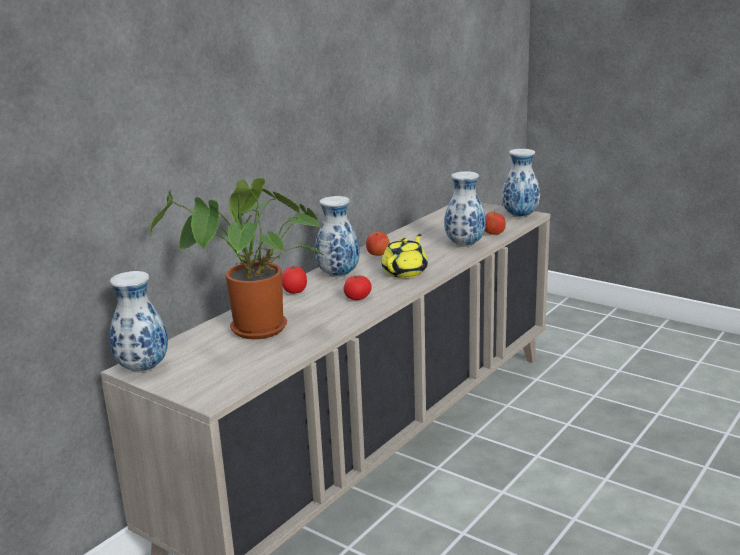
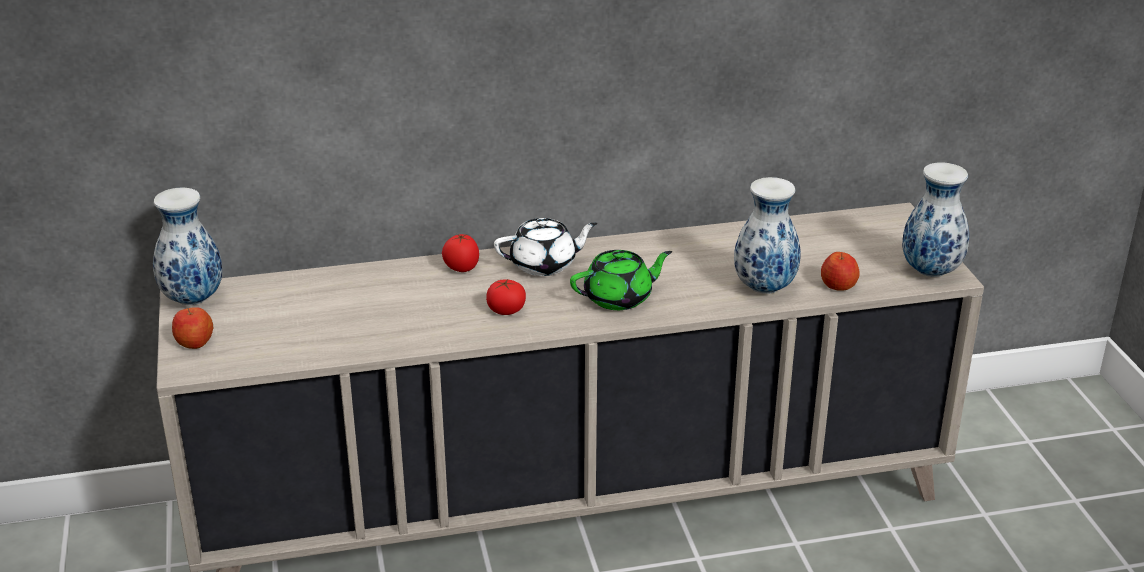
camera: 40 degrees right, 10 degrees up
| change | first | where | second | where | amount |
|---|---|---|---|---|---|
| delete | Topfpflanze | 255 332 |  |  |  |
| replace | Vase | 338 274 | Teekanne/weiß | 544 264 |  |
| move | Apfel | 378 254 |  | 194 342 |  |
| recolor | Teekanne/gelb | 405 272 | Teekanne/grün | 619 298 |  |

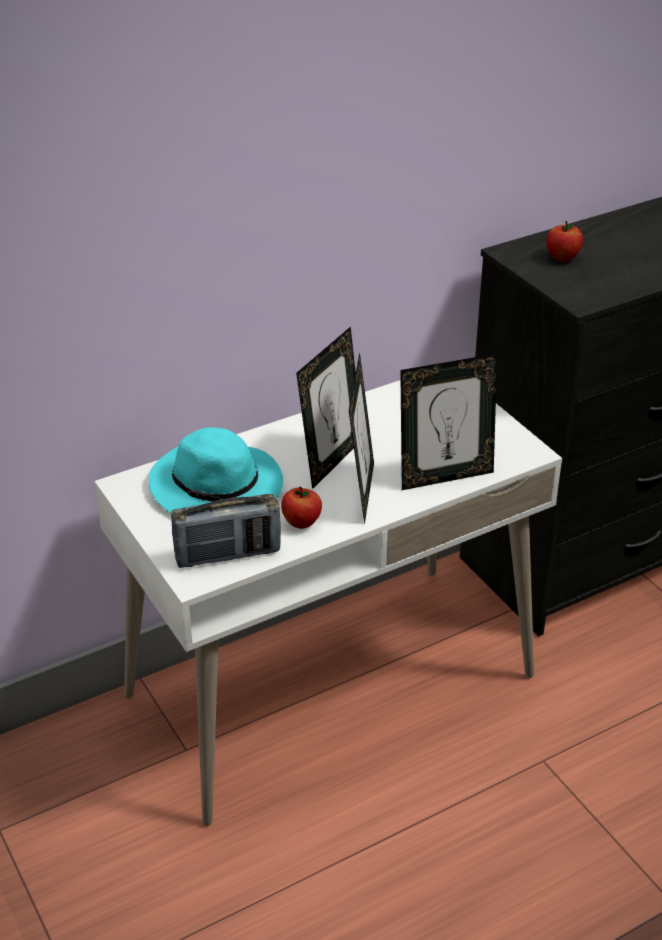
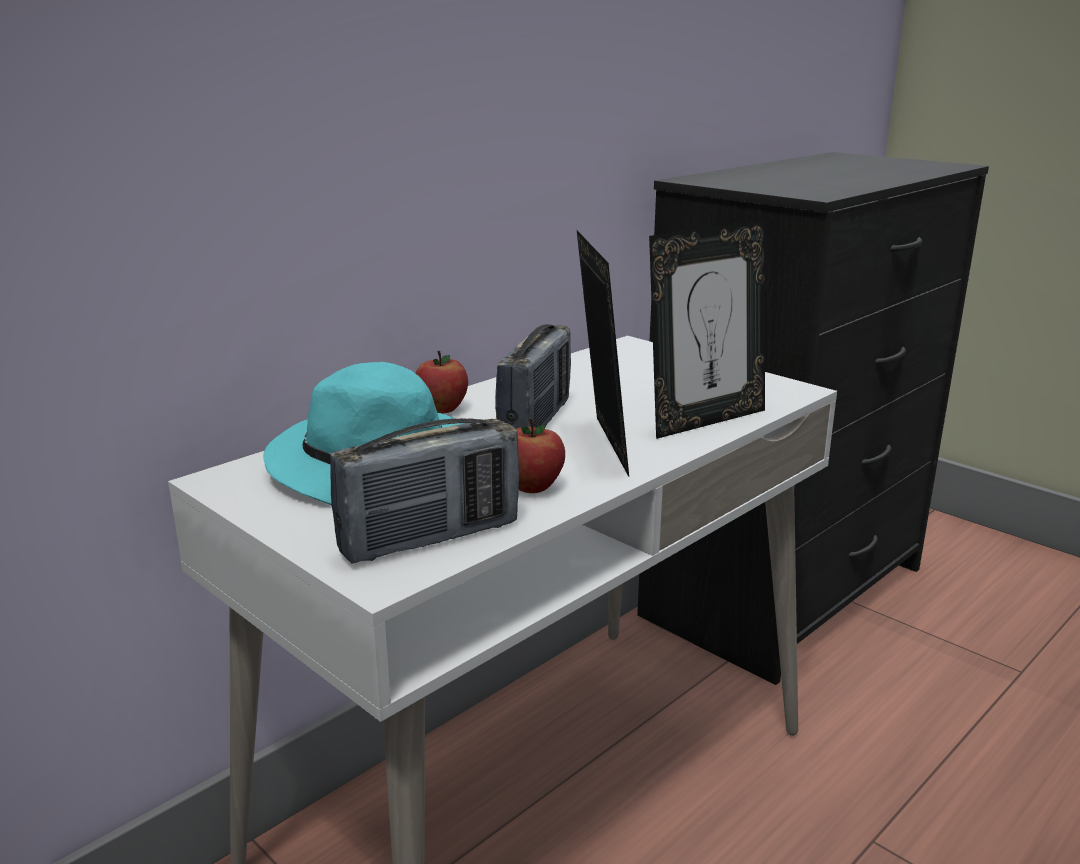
camera: 15 degrees left, 15 degrees down
| change | first | where | second | where | amount |
|---|---|---|---|---|---|
| replace | Bilderrahmen | 331 461 | Radio | 535 422 |  |
| move | Apfel | 562 258 |  | 442 409 |  |

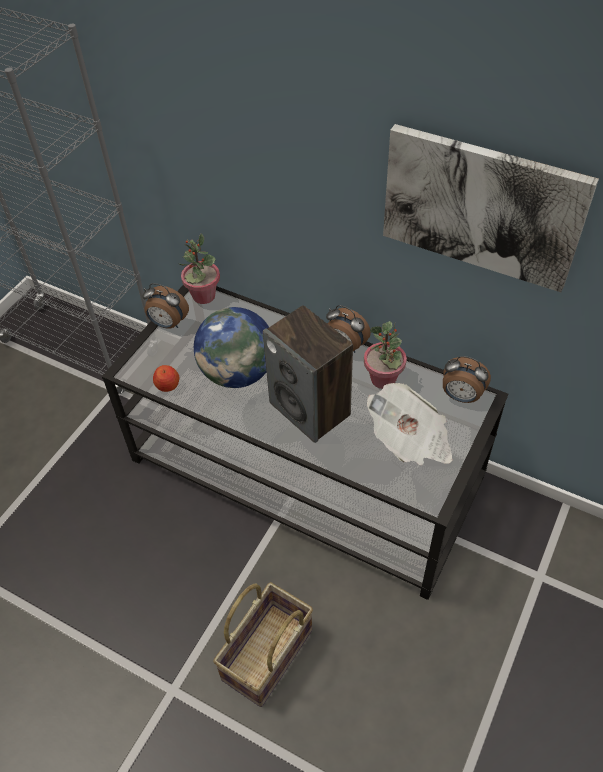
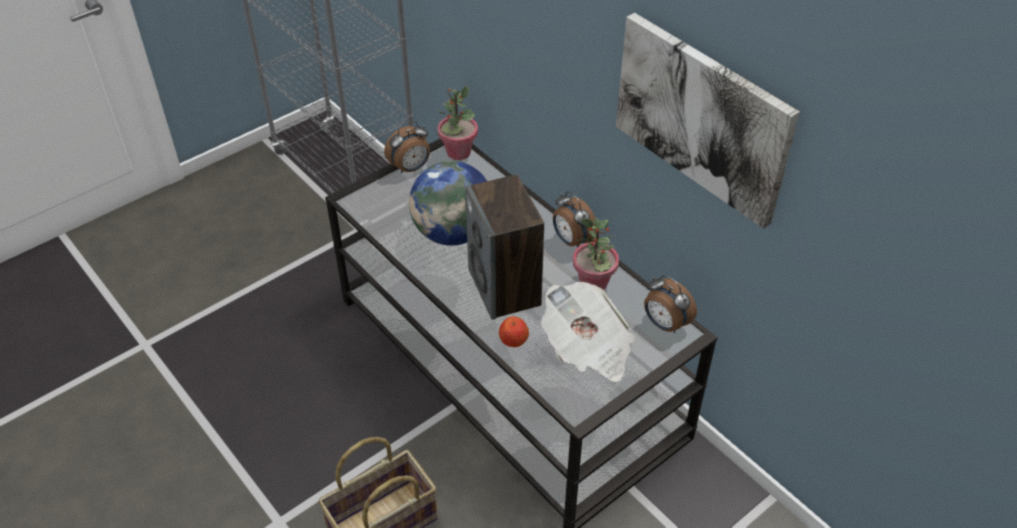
camera: 20 degrees right, 5 degrees down
| change | first | where | second | where | amount |
|---|---|---|---|---|---|
| rotate | Wecker | 168 324 |  | 410 168 | 75 degrees counterclockwise |
| move | Apfel | 167 385 |  | 513 340 |  |

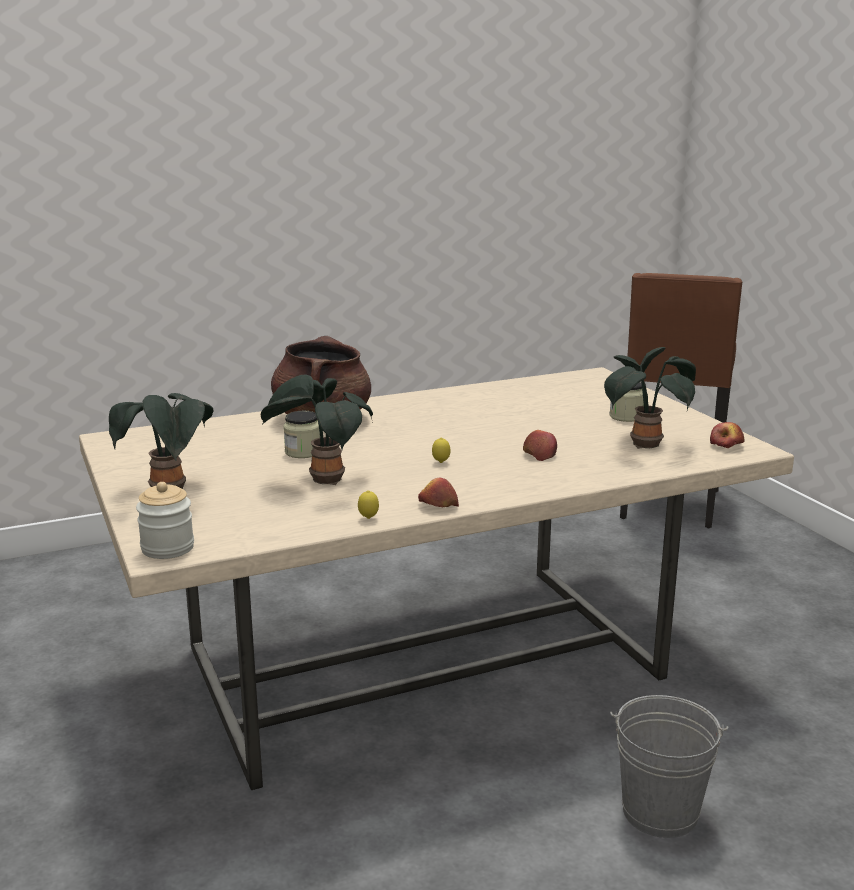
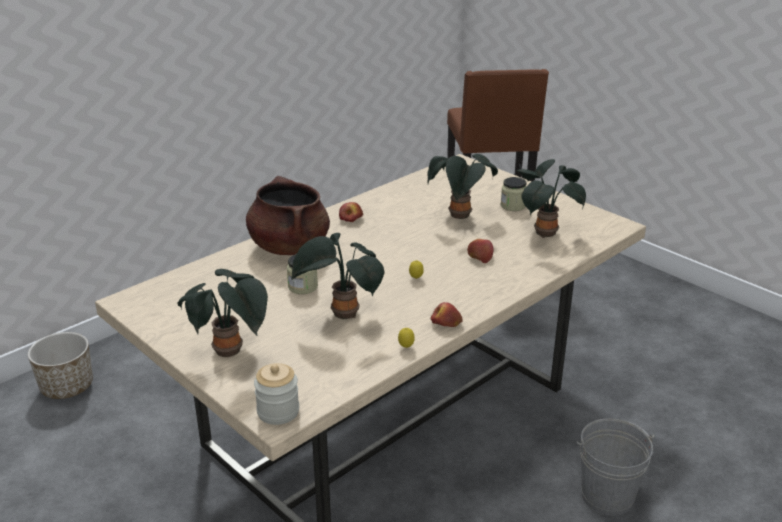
camera: 20 degrees left, 10 degrees up
| change | first | where | second | where | amount |
|---|---|---|---|---|---|
| move | Apfel | 726 446 |  | 351 219 |  |
| insert |  |  | Pflanzkübel | 67 386 |  |
| insert |  |  | Topfpflanze | 460 216 |  |

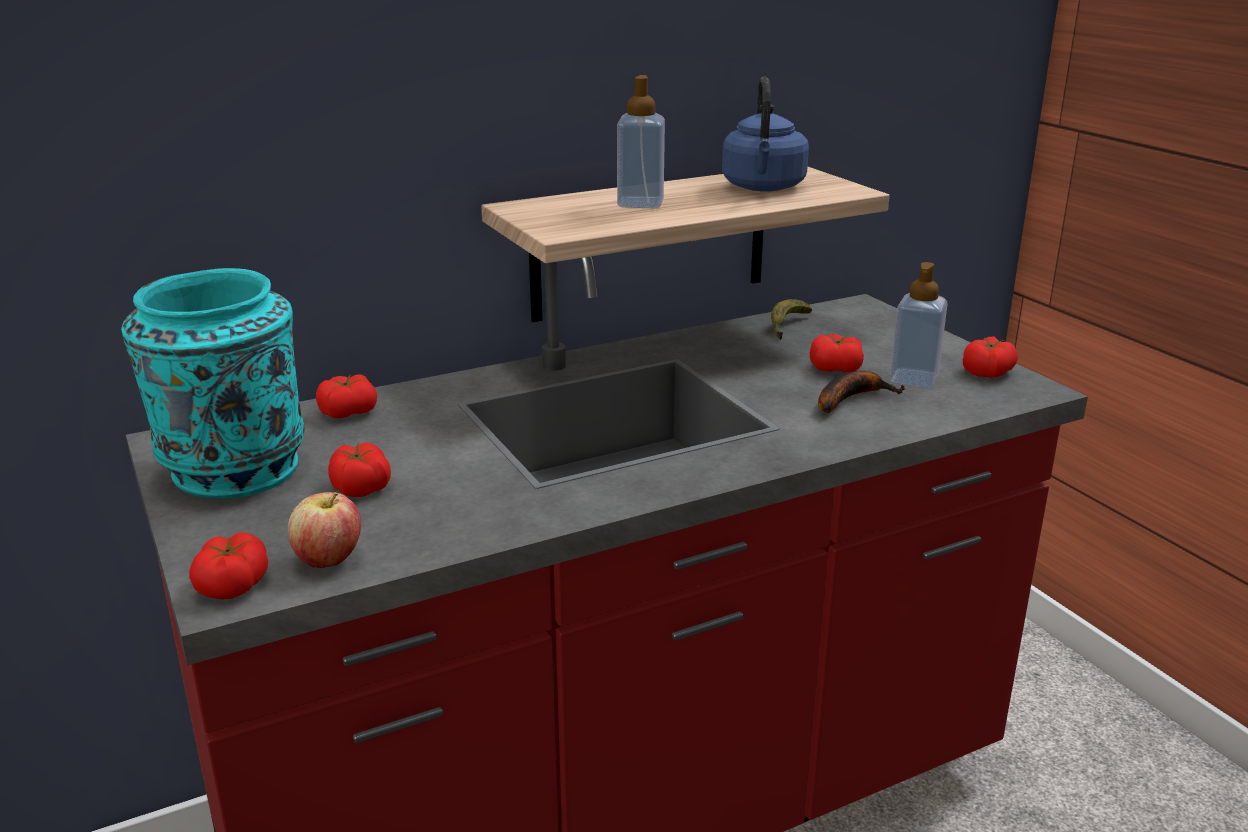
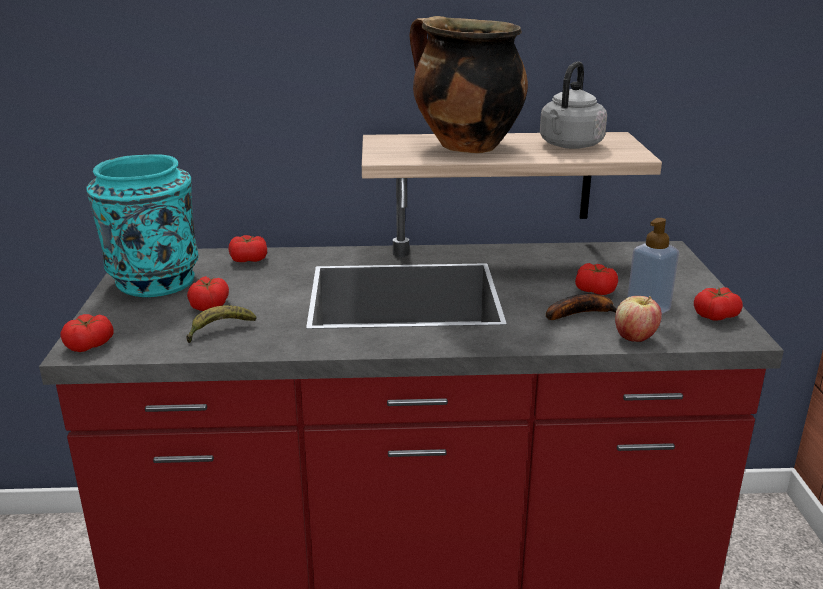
camera: 25 degrees right, 0 degrees up
| change | first | where | second | where | amount |
|---|---|---|---|---|---|
| move | Apfel | 328 560 |  | 635 338 |  |
| replace | Seifenspender | 640 203 | Kochtopf | 464 146 |  |
| recolor | Wasserkessel/blau | 763 188 | Wasserkessel/grau | 569 146 |  |
| move | Banane | 787 326 |  | 219 330 |  |

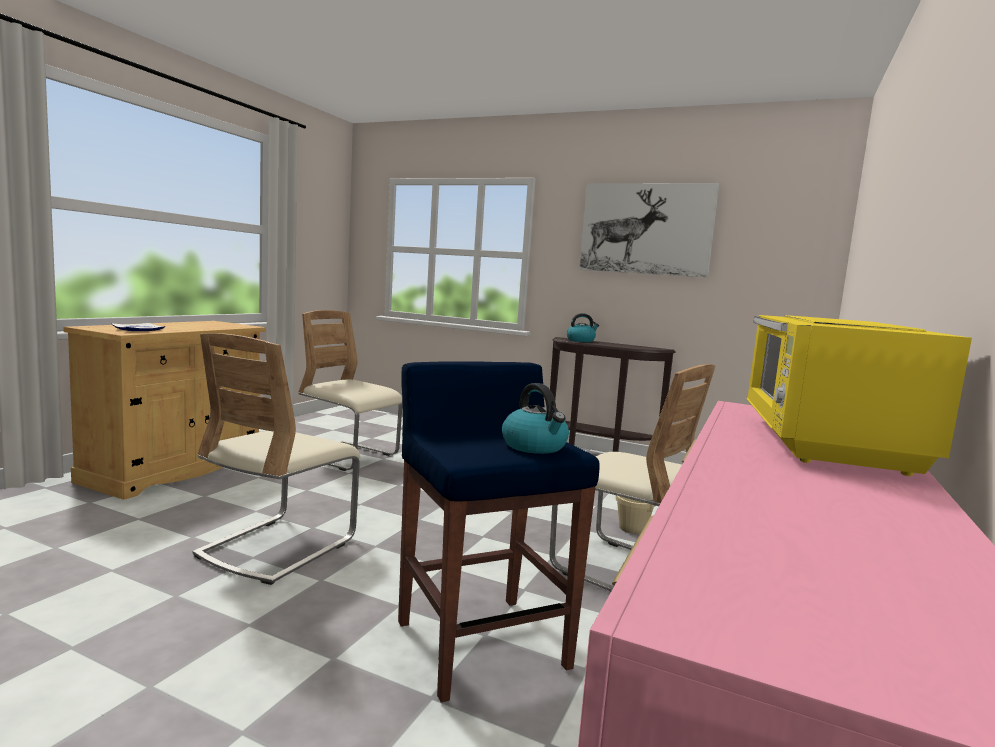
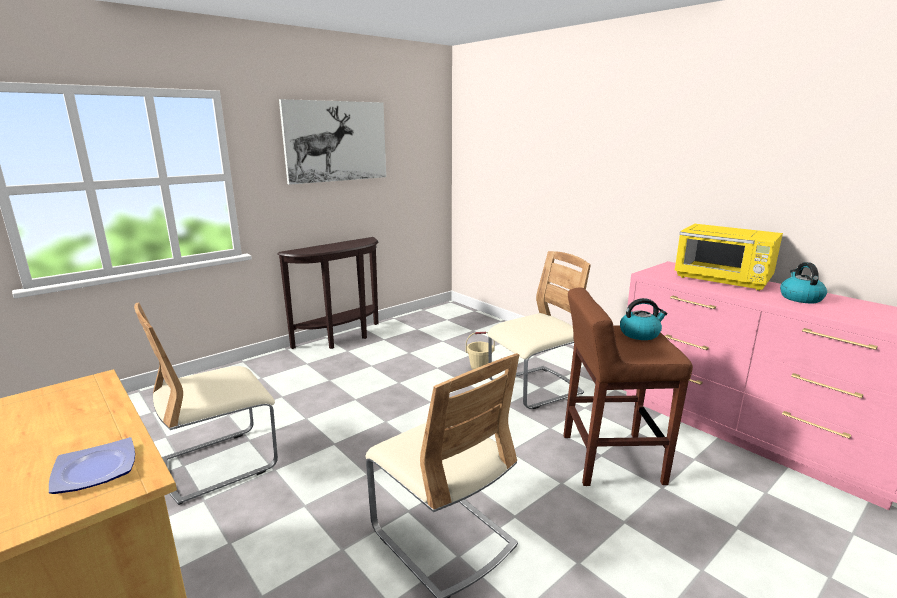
camera: 65 degrees left, 10 degrees up
| change | first | where | second | where | amount |
|---|---|---|---|---|---|
| recolor | Hocker/blau | 480 642 | Hocker/braun | 609 458 |  |
| move | Wasserkessel | 581 340 |  | 800 298 |  |

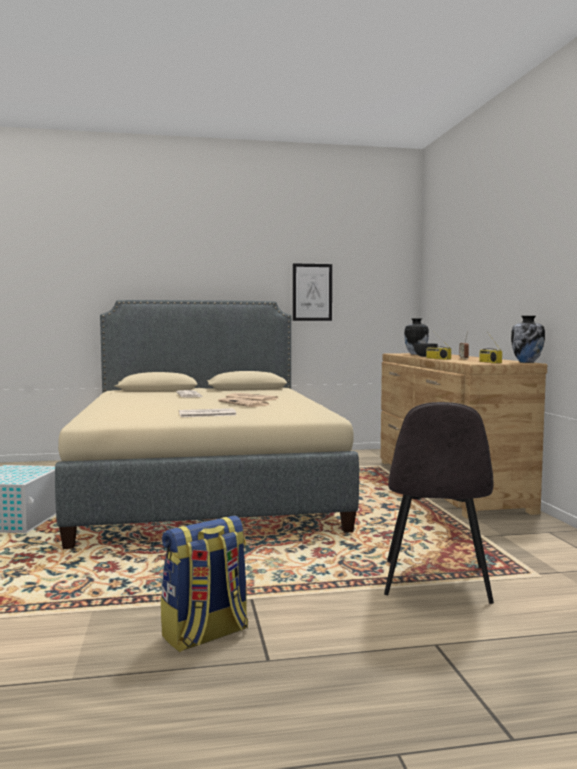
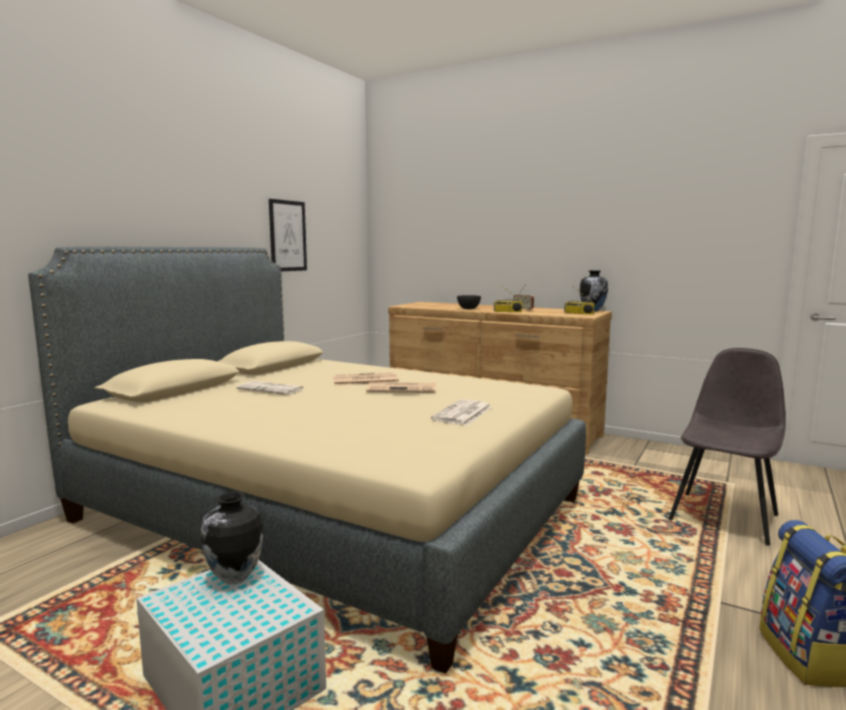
camera: 50 degrees left, 5 degrees up
| change | first | where | second | where | amount |
|---|---|---|---|---|---|
| rotate | Stuhl/grau | 435 582 |  | 724 516 | 105 degrees counterclockwise |
| move | Vase | 415 354 |  | 234 578 |  |

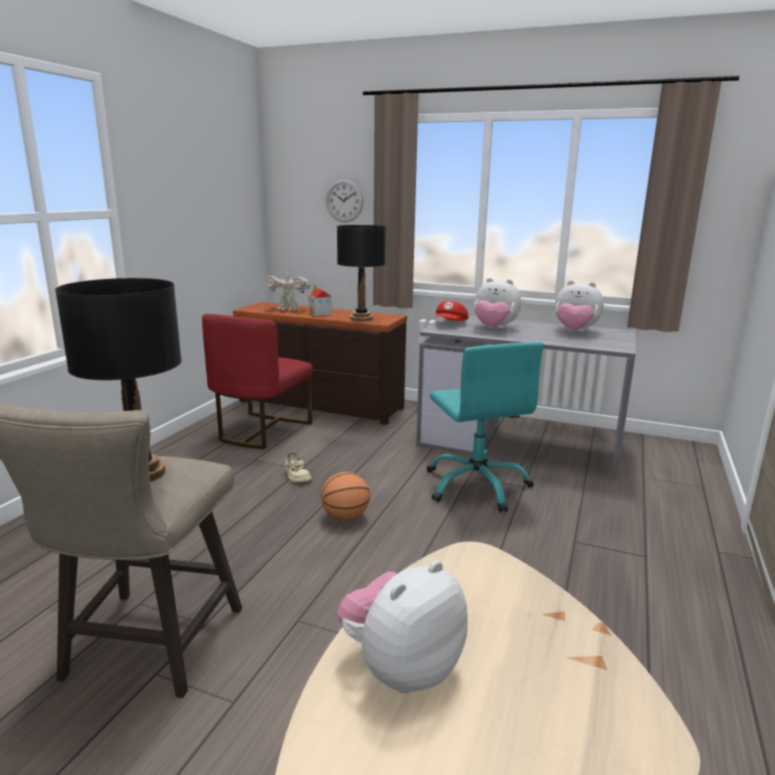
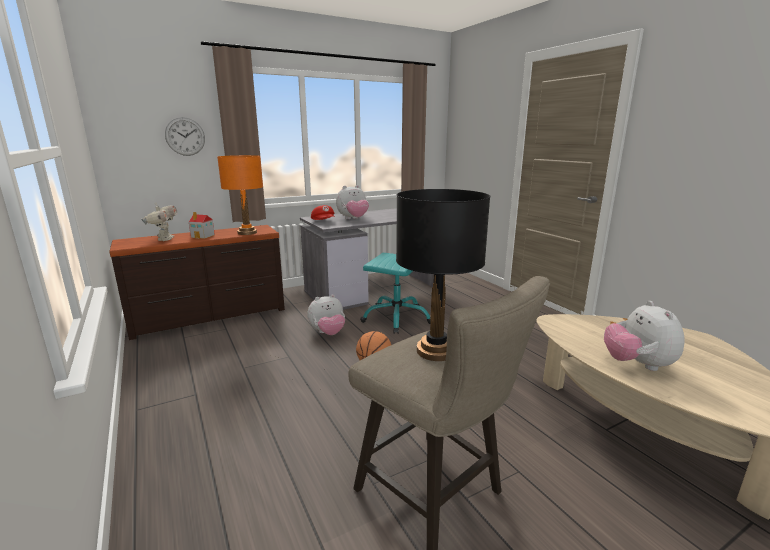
camera: 50 degrees left, 0 degrees up
| change | first | where | second | where | amount |
|---|---|---|---|---|---|
| delete | Stuhl/rot | 261 431 |  |  |  |
| rotate | Spielzeugroboter | 288 309 |  | 164 239 | 60 degrees counterclockwise |
| delete | Schuh/beige | 296 475 |  |  |  |
| recolor | Tischlampe/schwarz | 361 319 | Tischlampe/orange | 247 233 |  |
| move | Plüschtier | 574 332 |  | 328 333 |  |

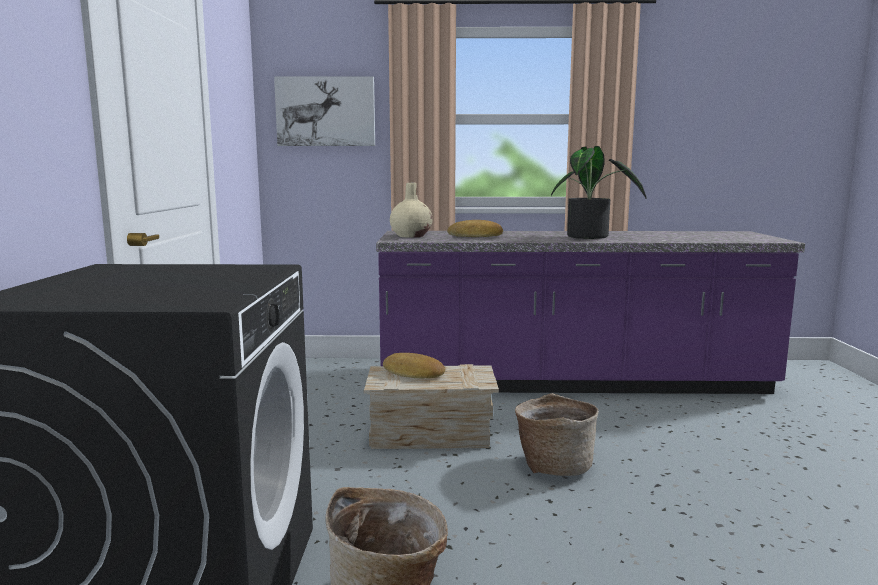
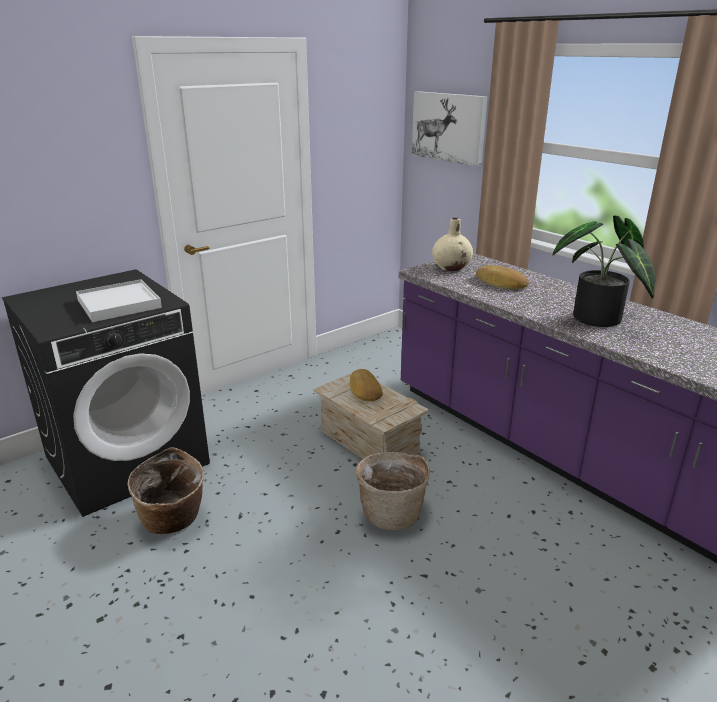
camera: 50 degrees right, 15 degrees up
| change | first | where | second | where | amount |
|---|---|---|---|---|---|
| insert |  |  | Tablett/weiß | 119 304 |  |

